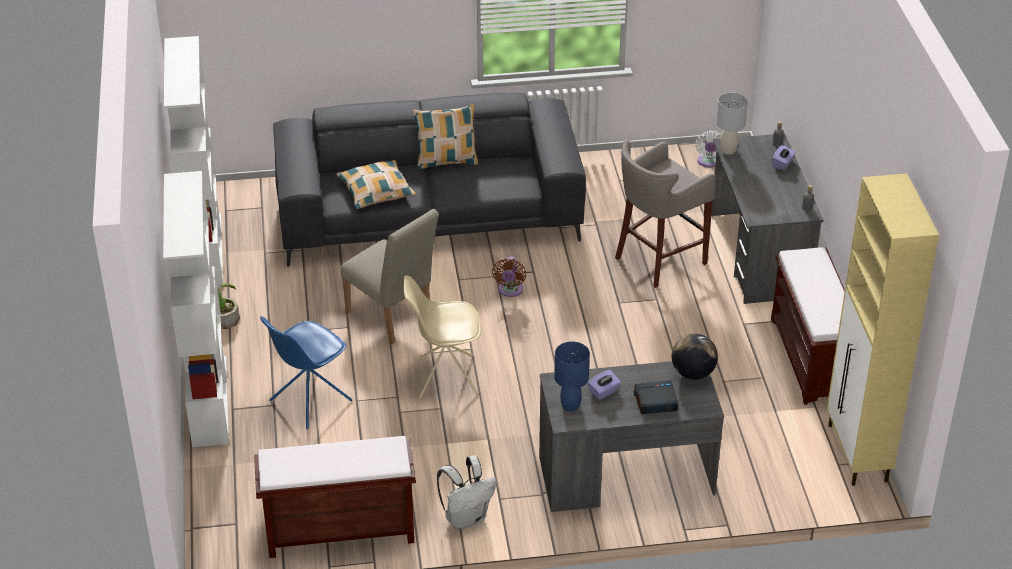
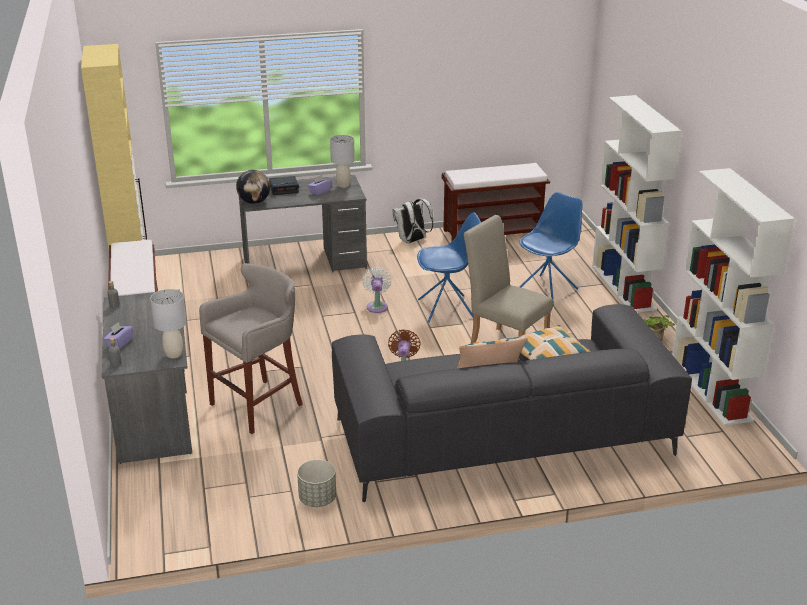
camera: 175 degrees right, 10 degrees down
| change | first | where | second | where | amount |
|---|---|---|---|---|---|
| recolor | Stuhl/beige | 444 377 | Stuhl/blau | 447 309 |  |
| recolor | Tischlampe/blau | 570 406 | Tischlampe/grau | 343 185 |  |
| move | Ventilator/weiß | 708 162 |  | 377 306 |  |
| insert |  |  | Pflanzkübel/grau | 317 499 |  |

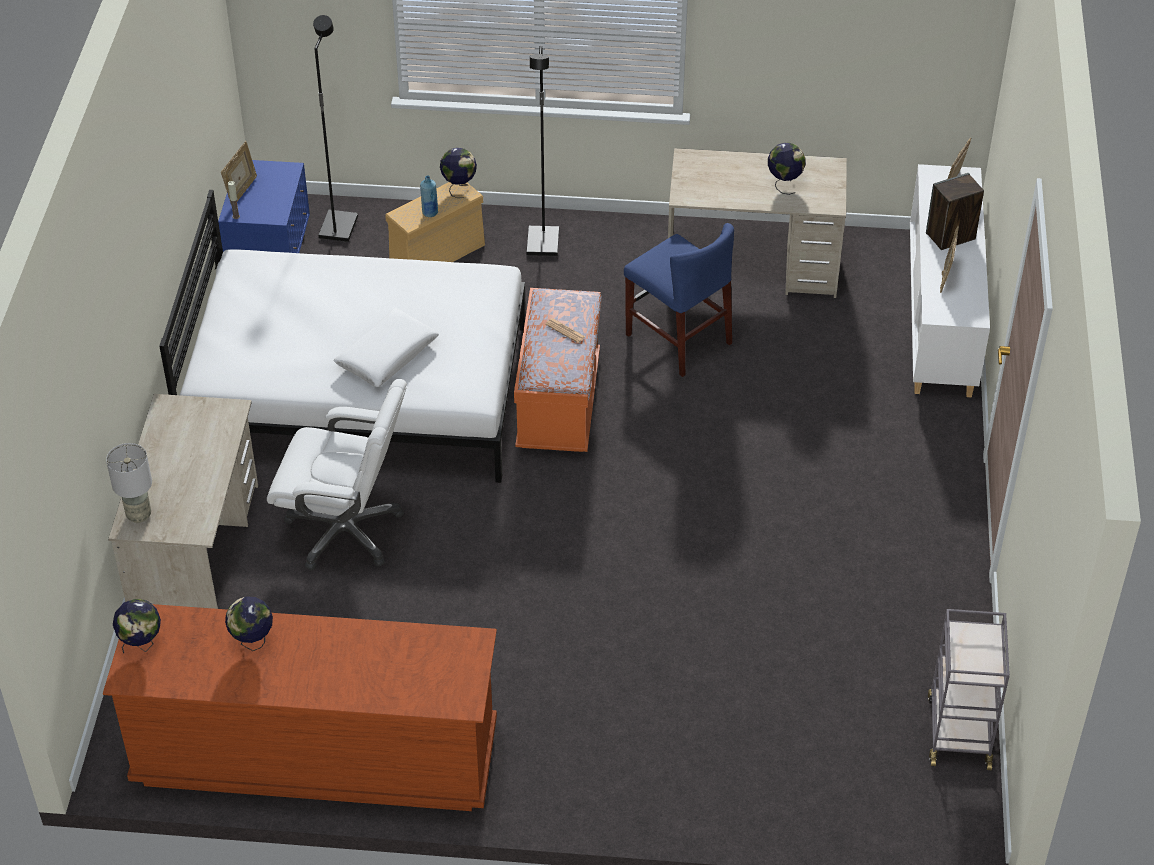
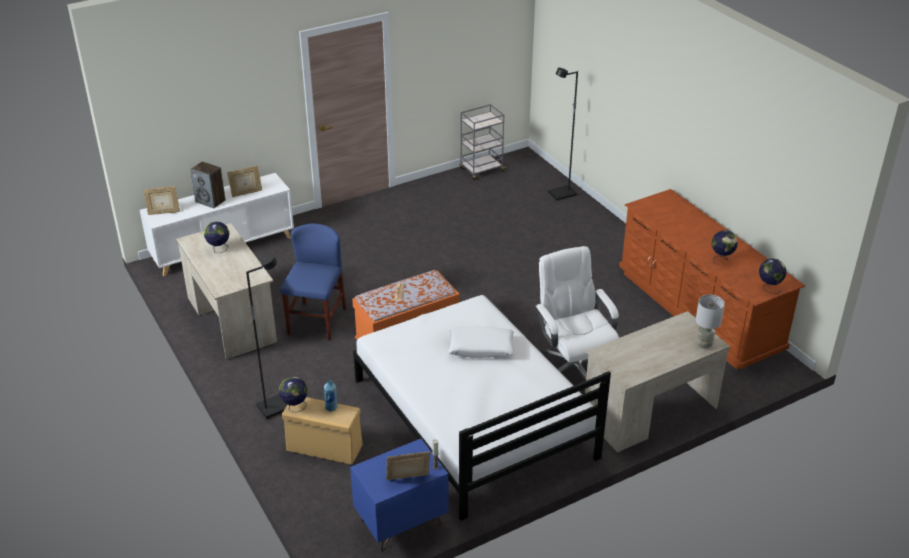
camera: 125 degrees left, 10 degrees down
| change | first | where | second | where | amount |
|---|---|---|---|---|---|
| move | Stehlampe/schwarz | 337 227 |  | 562 194 |  |

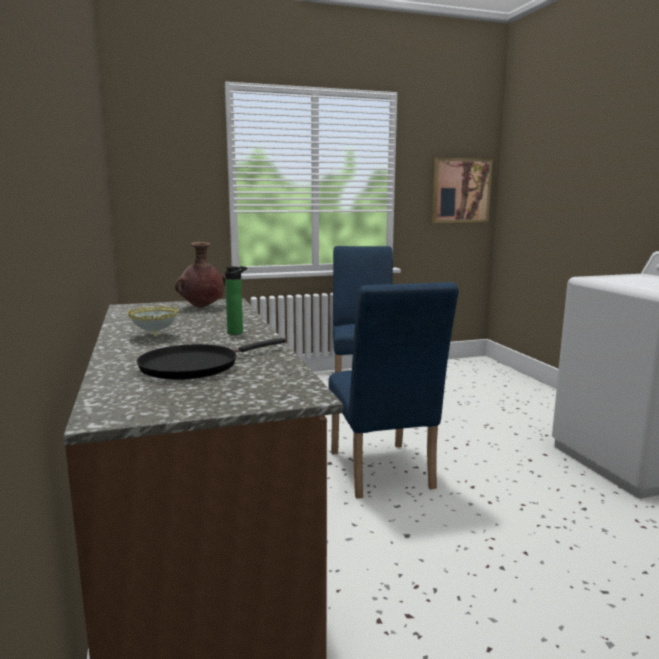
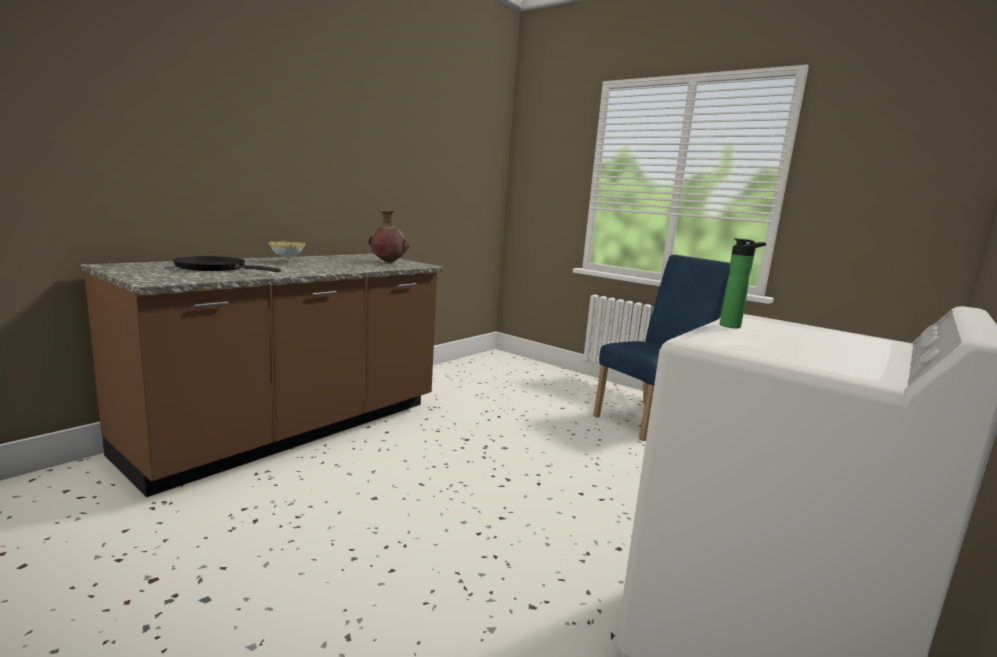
camera: 55 degrees right, 0 degrees up
| change | first | where | second | where | amount |
|---|---|---|---|---|---|
| move | Flasche | 237 332 |  | 733 326 |  |
| delete | Stuhl/blau | 382 474 |  |  |  |
| delete | Bild | 461 190 |  |  |  |

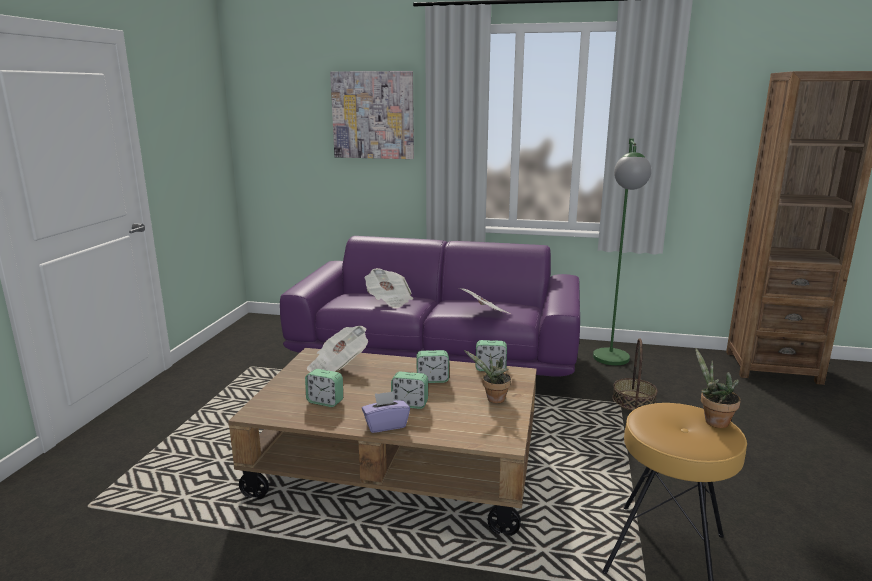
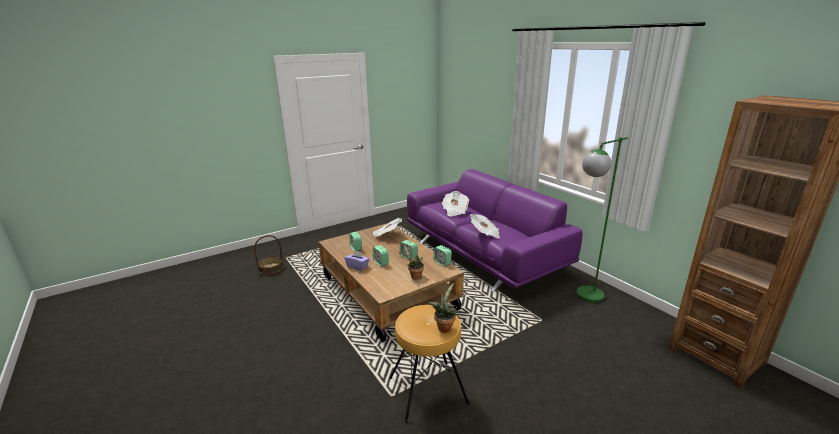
camera: 45 degrees right, 5 degrees up
| change | first | where | second | where | amount |
|---|---|---|---|---|---|
| delete | Bild | 373 115 |  |  |  |
| move | Korb | 633 400 |  | 271 268 |  |

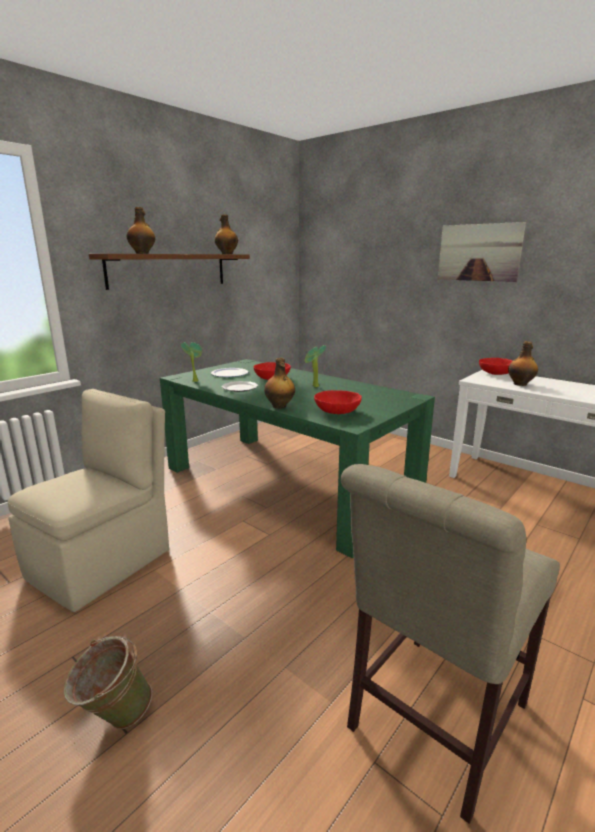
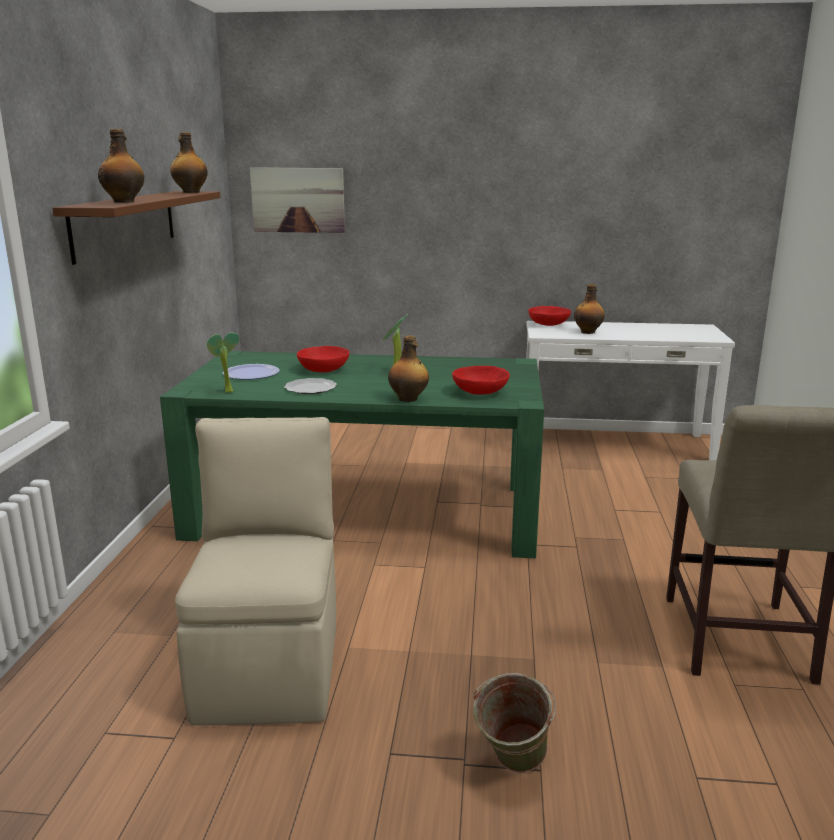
camera: 35 degrees left, 0 degrees up
| change | first | where | second | where | amount |
|---|---|---|---|---|---|
| move | Bild | 479 252 |  | 298 200 |  |

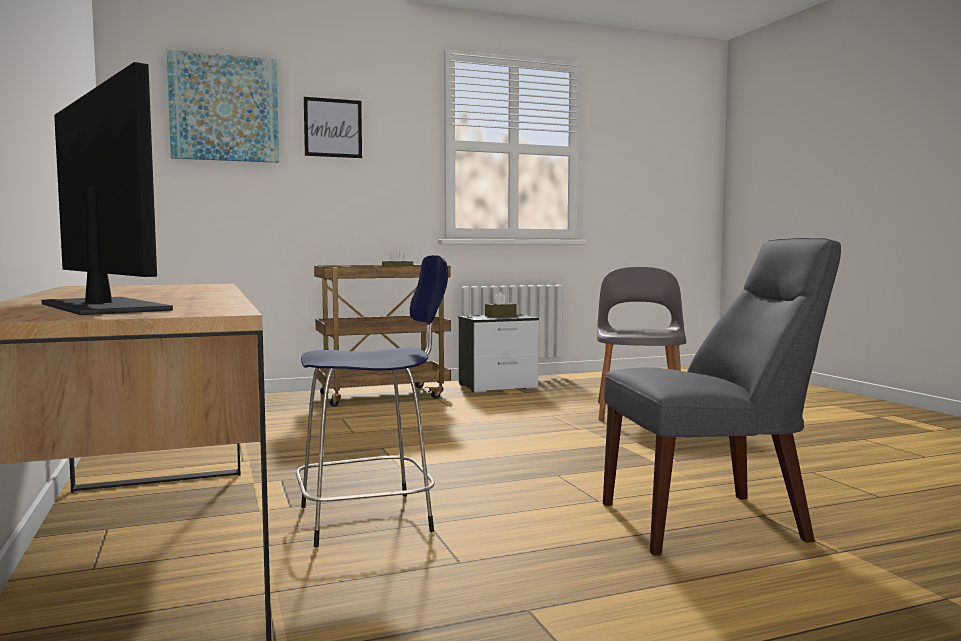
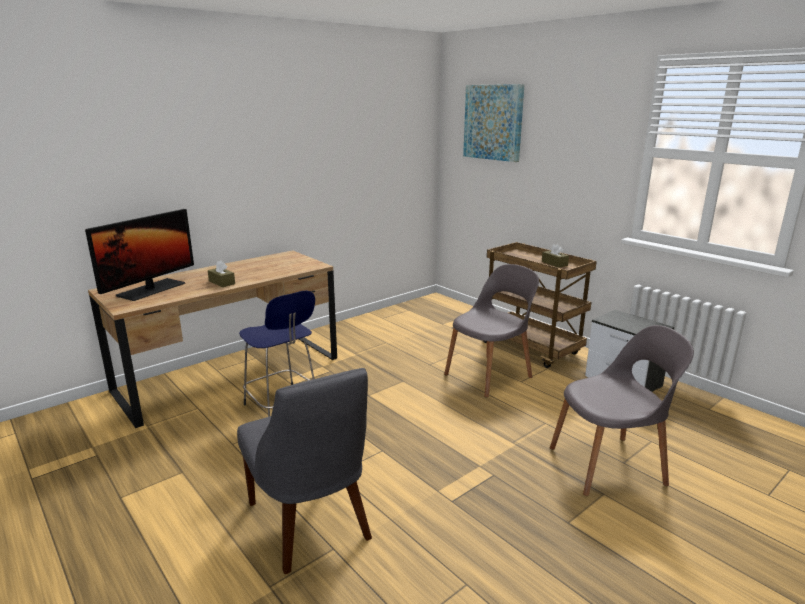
camera: 70 degrees right, 15 degrees up
| change | first | where | second | where | amount |
|---|---|---|---|---|---|
| delete | Bild | 333 128 |  |  |  |
| move | Taschentuchbox/braun | 500 316 |  | 222 282 |  |
| insert |  |  | Stuhl/grau | 490 375 |  |

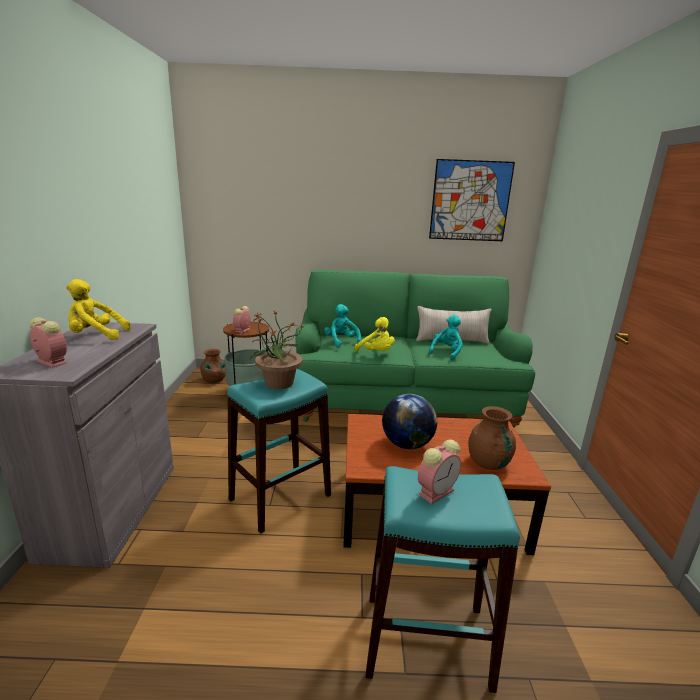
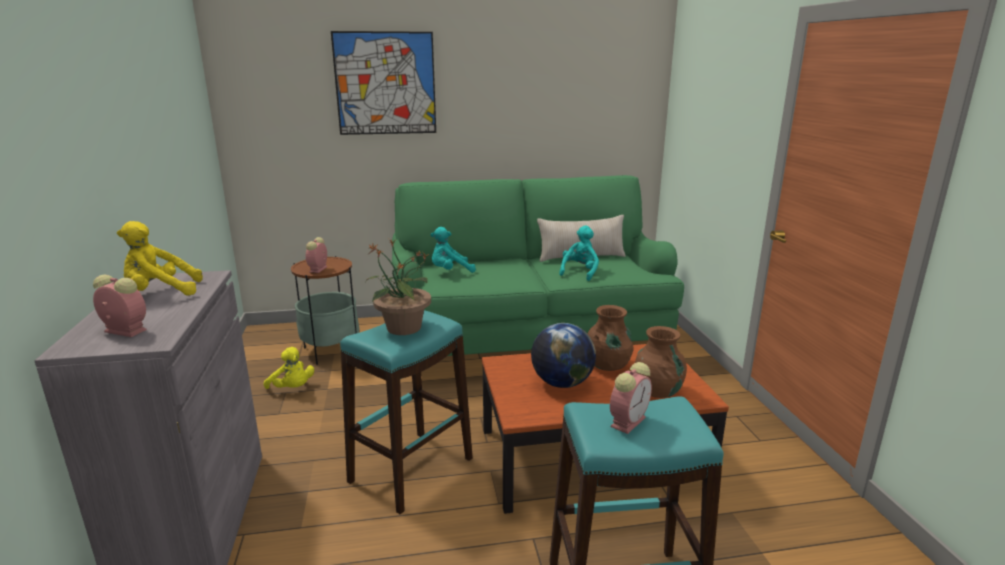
camera: 10 degrees left, 0 degrees up
| change | first | where | second | where | amount |
|---|---|---|---|---|---|
| move | Vase/braun | 214 380 |  | 607 365 |  |
| rotate | Plüschtier/türkis | 341 342 |  | 450 271 | 75 degrees counterclockwise |
| move | Plüschtier/gelb | 376 353 |  | 292 388 |  |
| move | Bild | 470 201 |  | 385 83 |  |

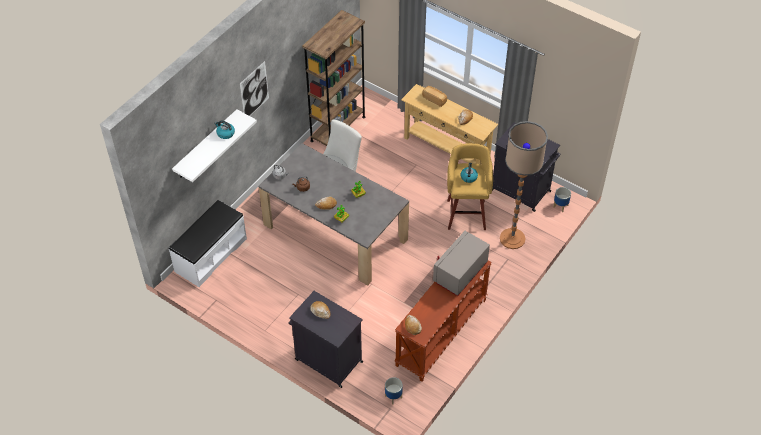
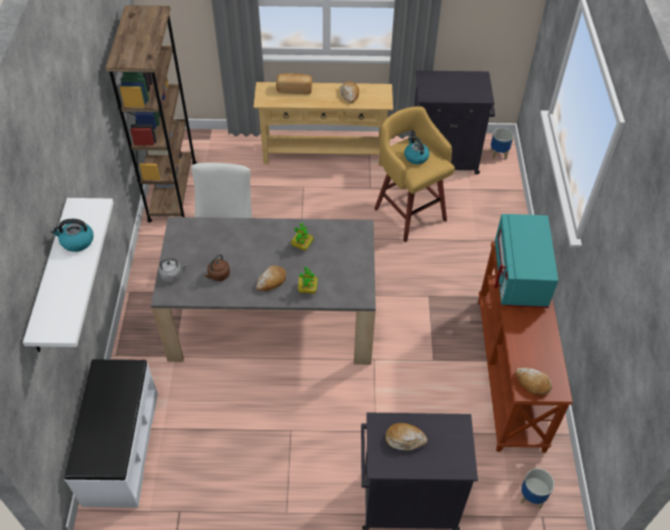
camera: 35 degrees left, 0 degrees up
| change | first | where | second | where | amount |
|---|---|---|---|---|---|
| delete | Bild | 254 91 |  |  |  |
| recolor | Mikrowelle/grau | 460 273 | Mikrowelle/türkis | 520 276 |  |
| delete | Stehlampe | 512 239 |  |  |  |

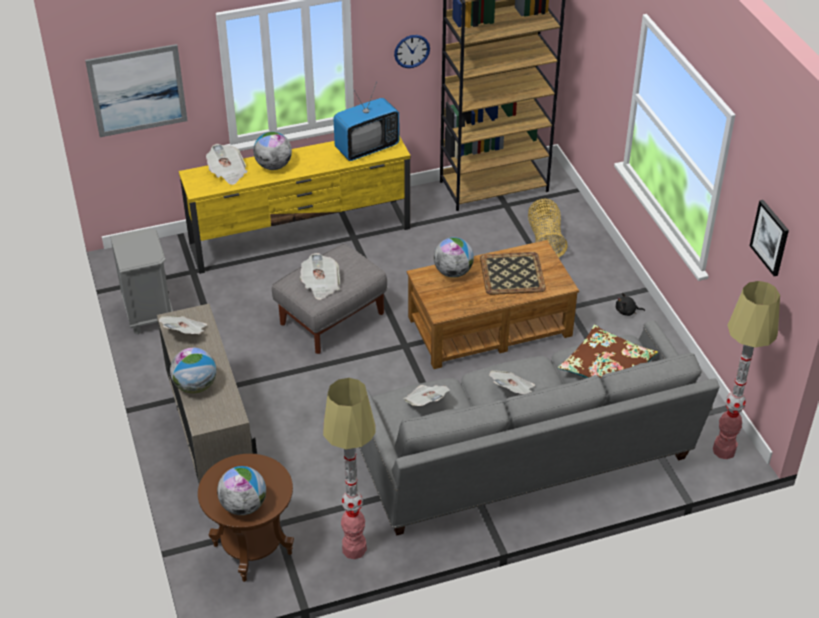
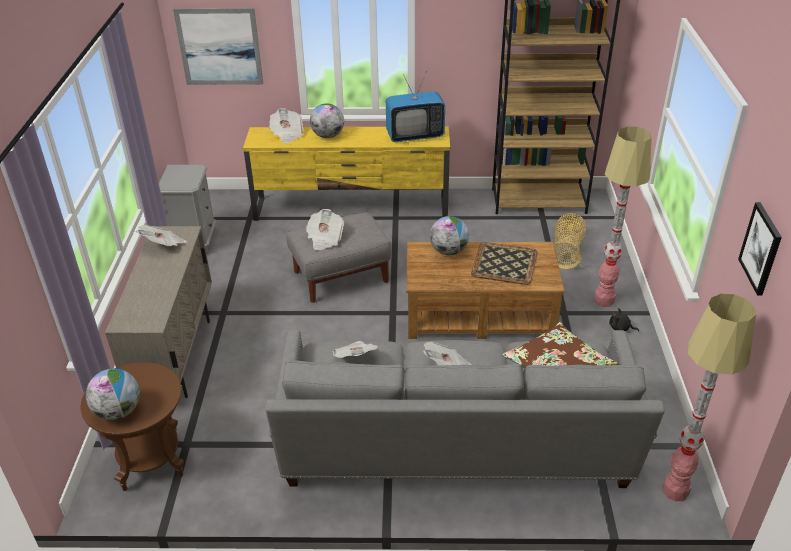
camera: 20 degrees right, 5 degrees down
| change | first | where | second | where | amount |
|---|---|---|---|---|---|
| delete | Globus | 195 386 |  |  |  |
| move | Stehlampe | 354 549 |  | 604 300 |  |
| delete | Wanduhr | 411 51 |  |  |  |

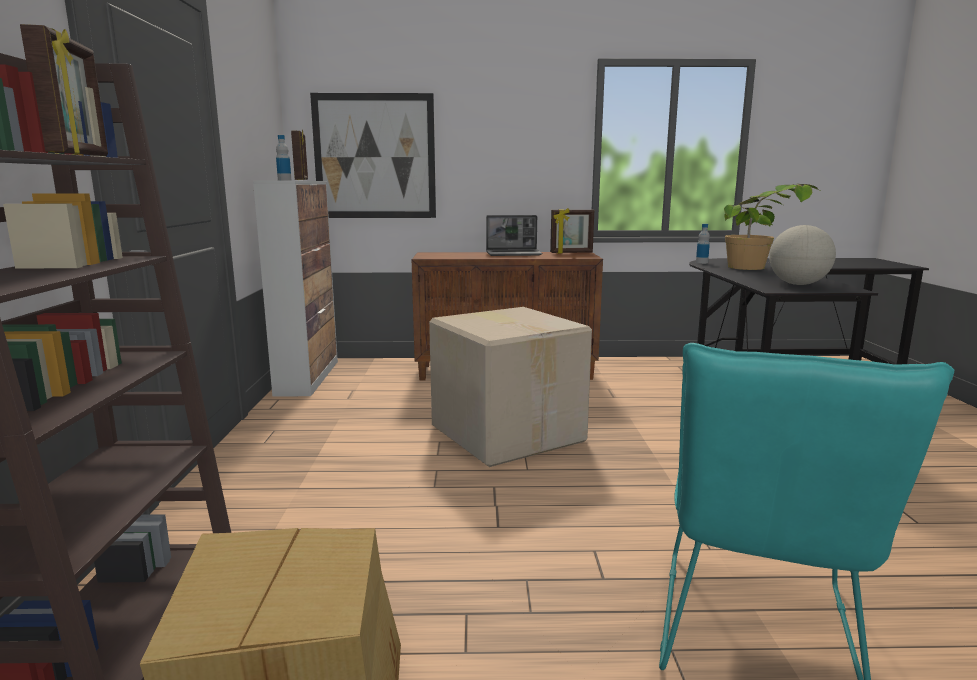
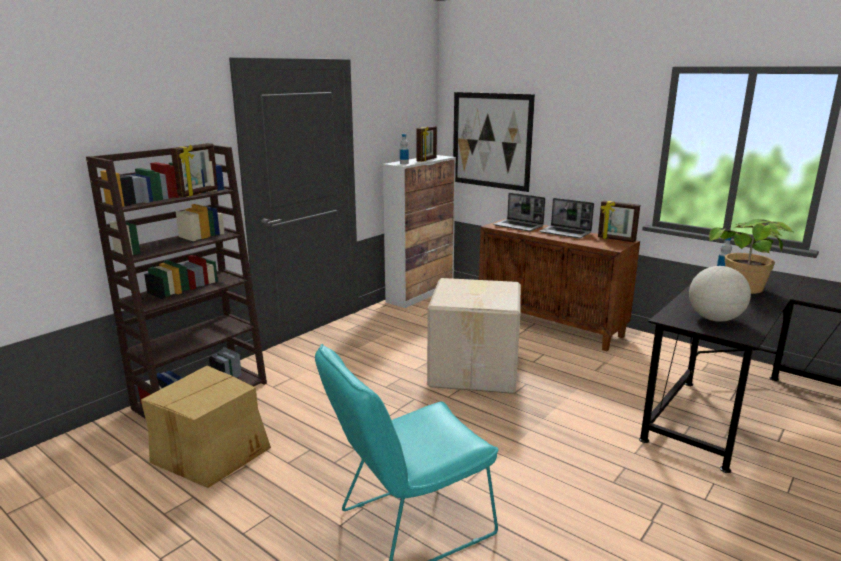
camera: 40 degrees right, 5 degrees up
| change | first | where | second | where | amount |
|---|---|---|---|---|---|
| insert |  |  | Laptop | 519 226 |  |

